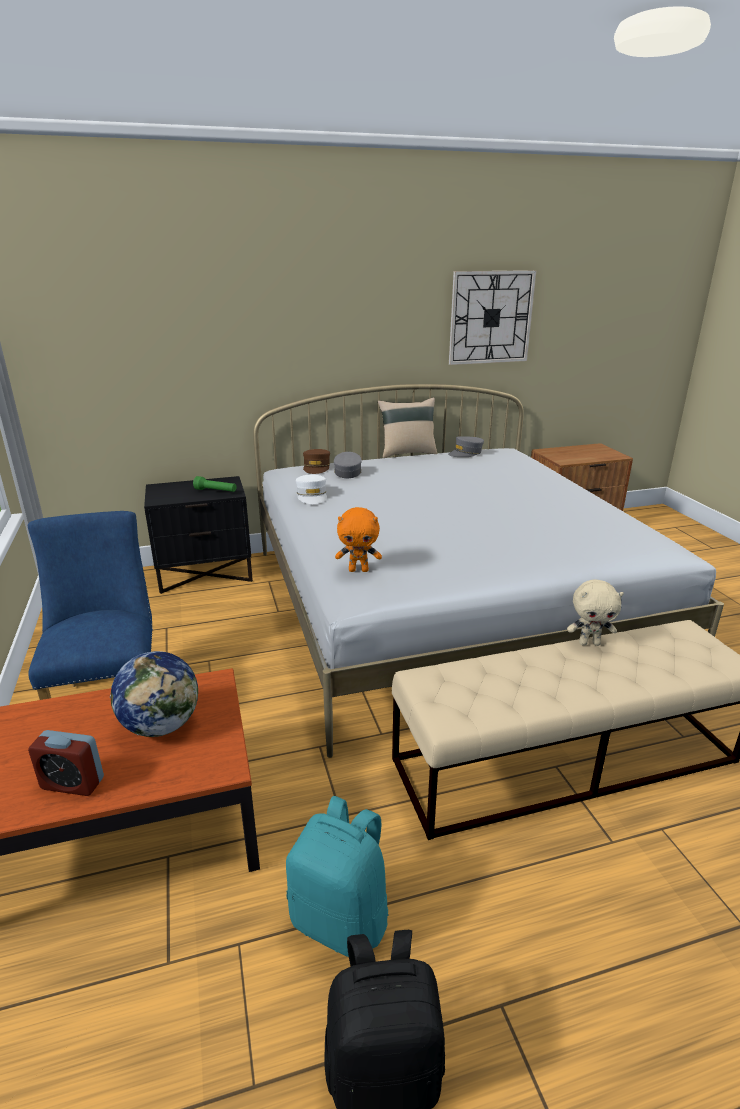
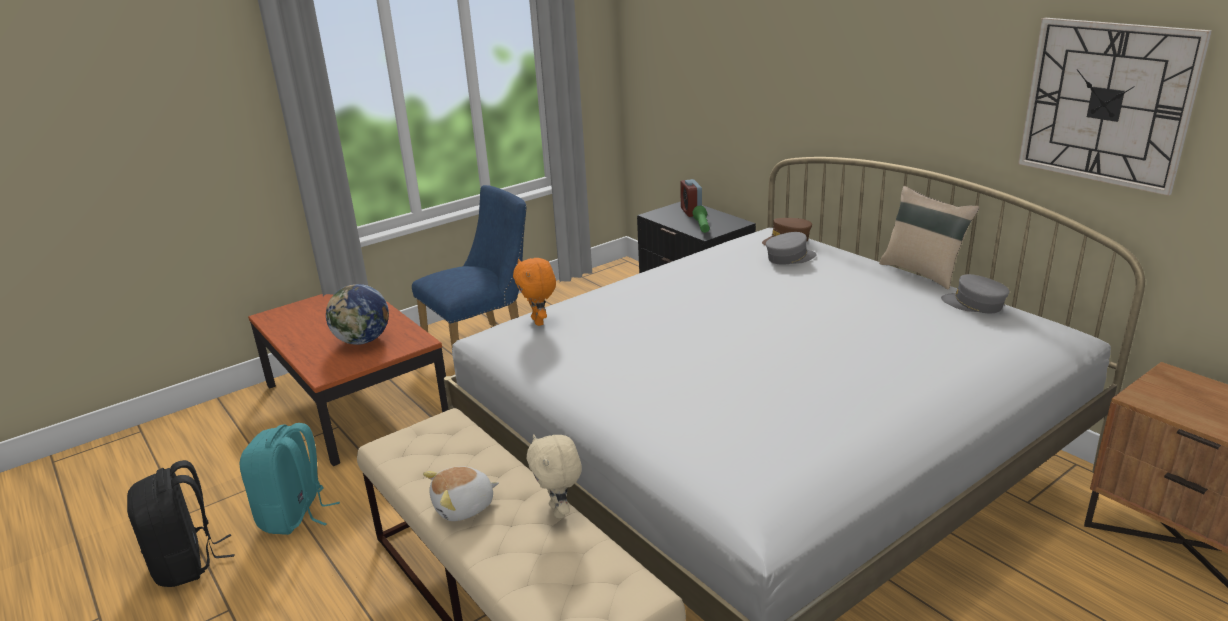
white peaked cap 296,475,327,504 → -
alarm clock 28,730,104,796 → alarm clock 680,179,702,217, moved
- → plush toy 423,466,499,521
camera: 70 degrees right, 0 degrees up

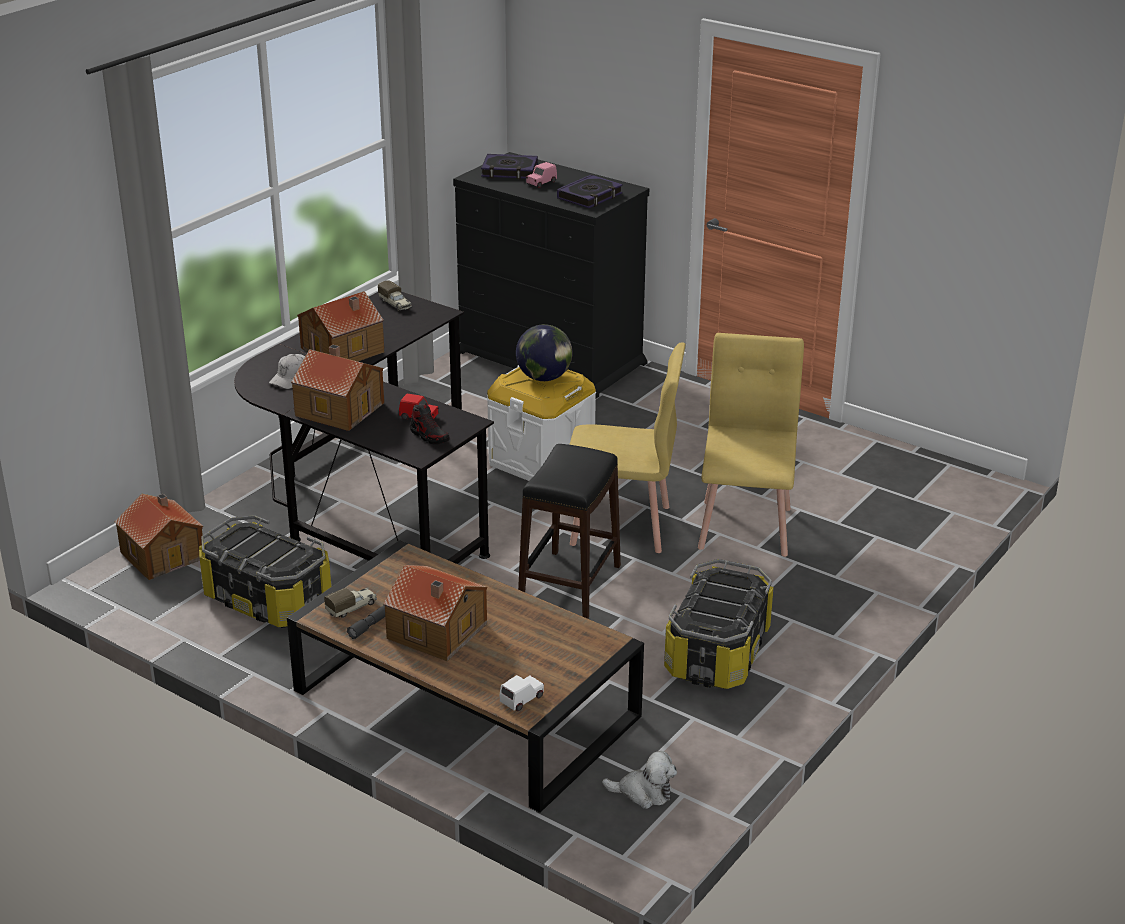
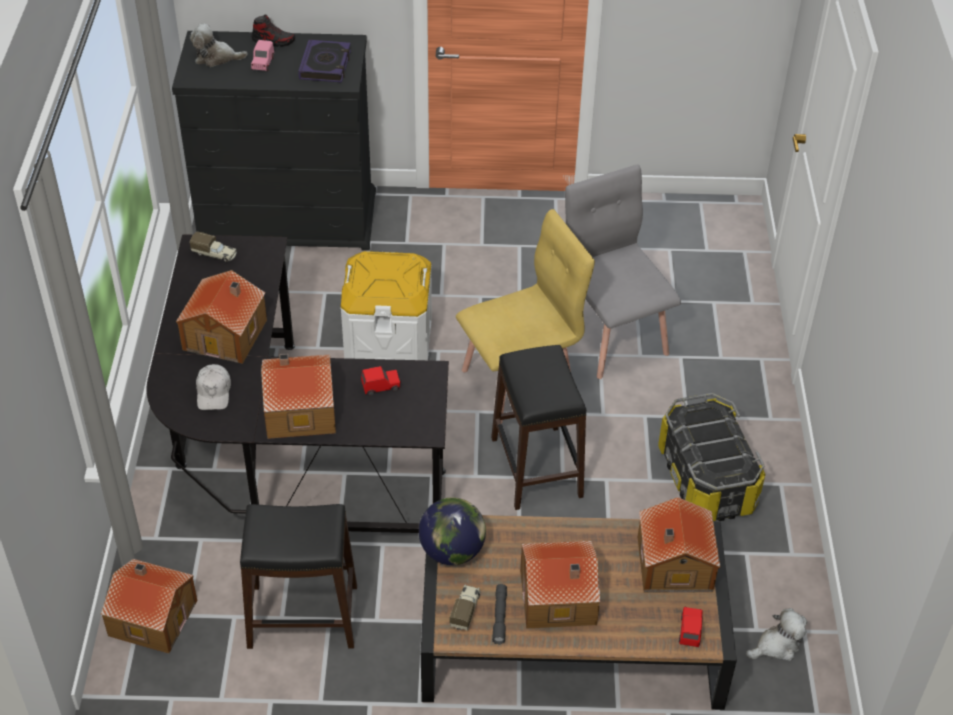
book 481,154,538,179 → plush toy 190,23,248,67
world globe 516,324,572,381 → world globe 419,497,486,565, moved
yellow upright chair 698,333,804,557 → greyish upright chair 565,165,681,379
low shoe 410,403,450,445 → low shoe 252,15,295,47, moved
storage container 199,515,332,628 → black-coloured stool seat 240,504,357,649
white model car 500,675,544,711 → red-coloured model car 679,607,703,647
- → toy house 638,497,720,593
camera: 35 degrees left, 15 degrees up

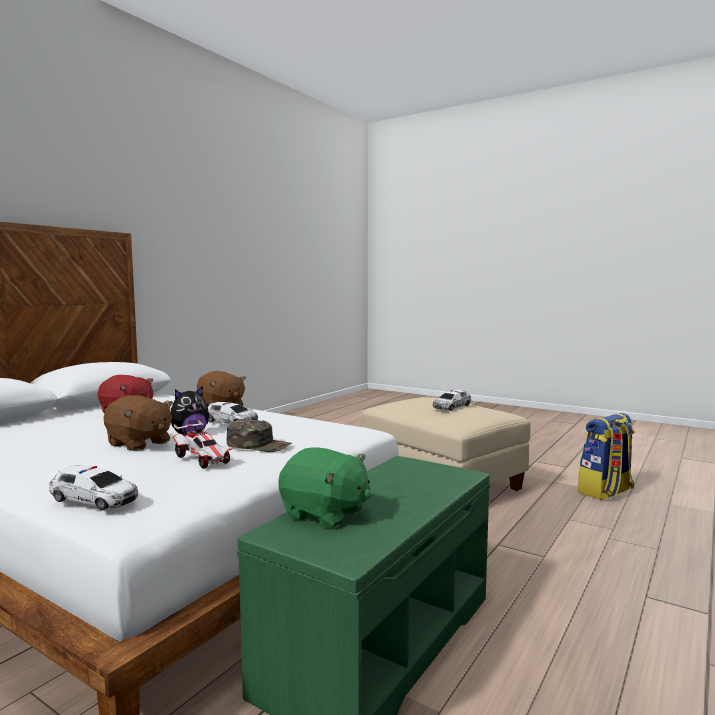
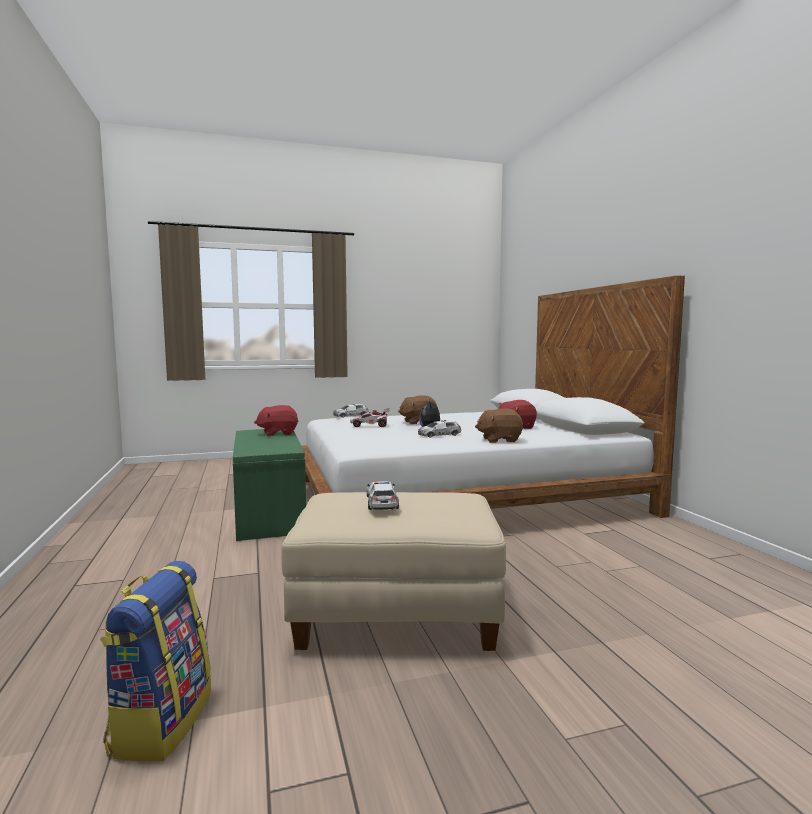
green peaked cap 226,419,292,452 → -
green plush toy 278,448,371,528 → red-coloured plush toy 254,405,299,436
camera: 130 degrees right, 0 degrees up

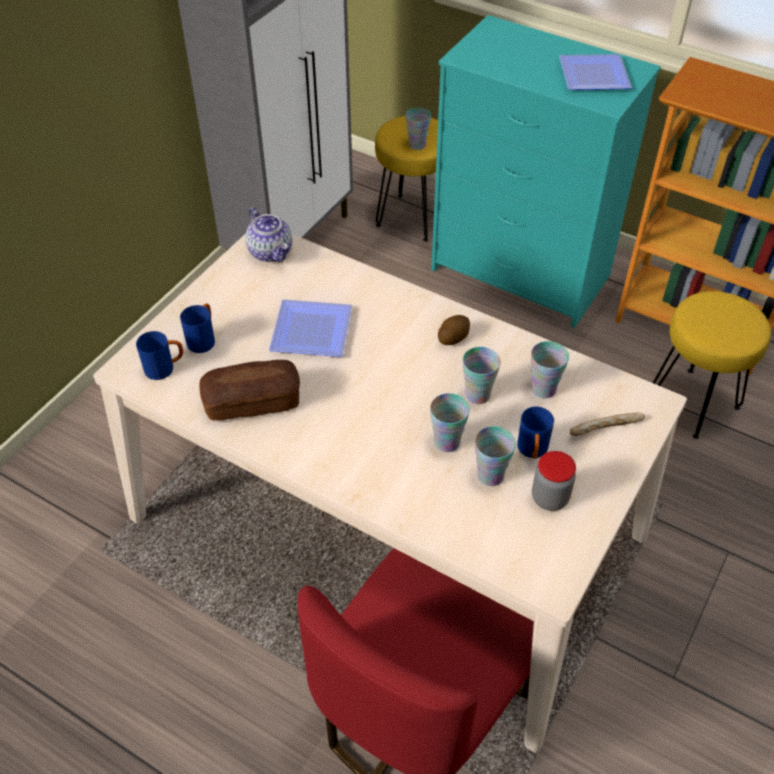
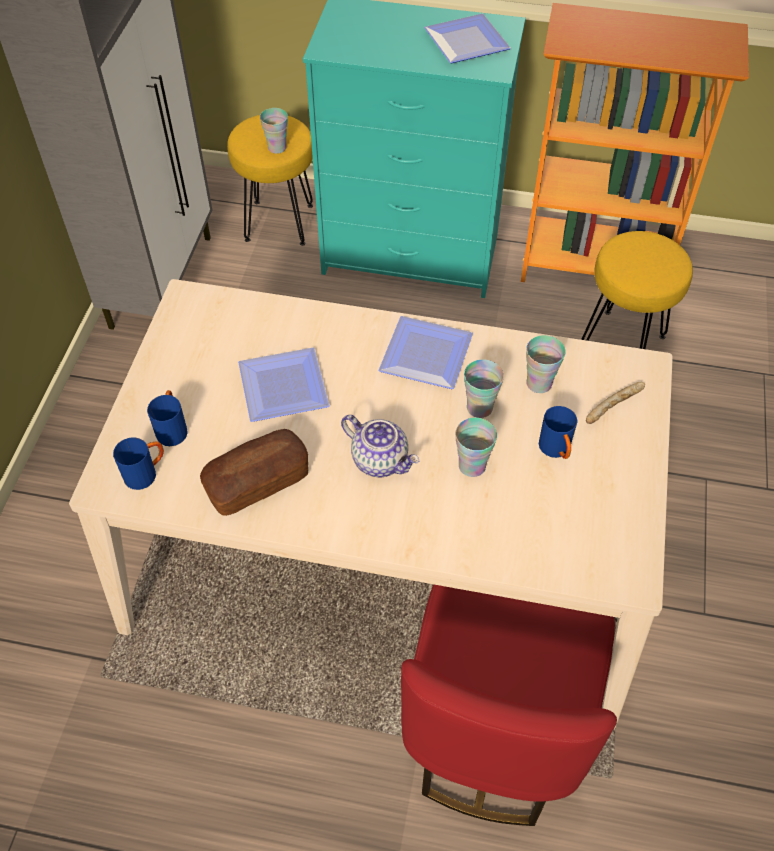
tea pot 245,207,292,262 → tea pot 341,415,419,477, moved
spud 438,315,470,345 → flat dish 378,316,473,389
small cup 475,426,516,486 → -
preserve jar 532,451,576,511 → -
camera: 20 degrees left, 5 degrees up

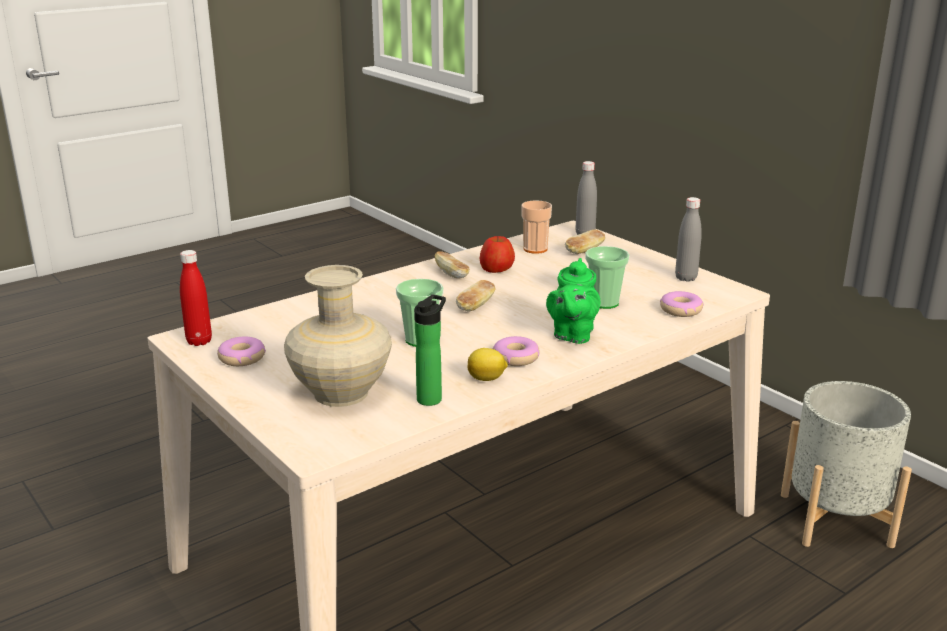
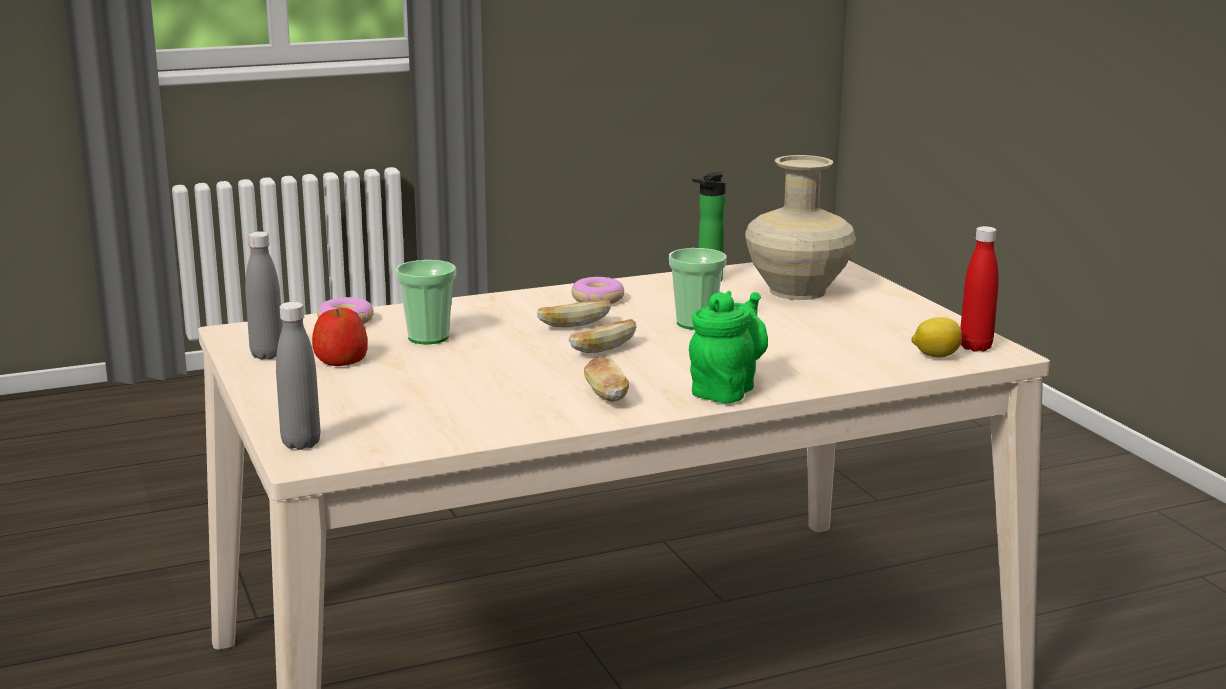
small cup 521,200,552,254 → -
bread 565,230,605,254 → bread 537,299,611,327, moved
apple fruit 480,236,515,273 → apple fruit 312,308,368,366, moved
green tea pot 546,258,600,344 → green tea pot 689,291,768,403, moved
doughnut 217,337,266,366 → -
citrus fruit 467,348,508,381 → citrus fruit 911,317,962,357, moved
greyish planter 781,381,912,548 → -
camera: 165 degrees left, 5 degrees down

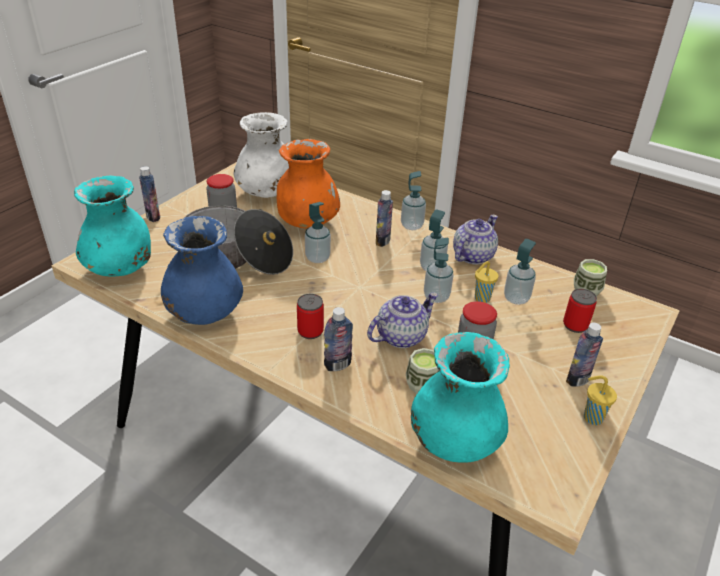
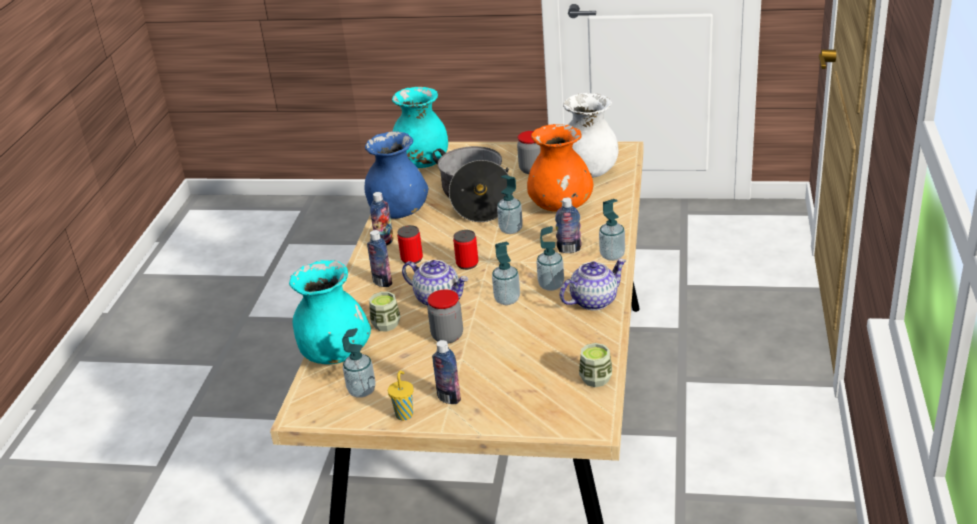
drink bottle 139,166,160,222 → drink bottle 370,192,394,246, moved
tea pot 453,215,498,264 → tea pot 560,259,626,310, 45 degrees counterclockwise
soap bottle 504,239,536,305 → soap bottle 342,328,376,398, moved
yellow small cup 475,261,498,303 → -
can 563,288,597,333 → can 453,230,478,270, moved
camera: 70 degrees right, 5 degrees down

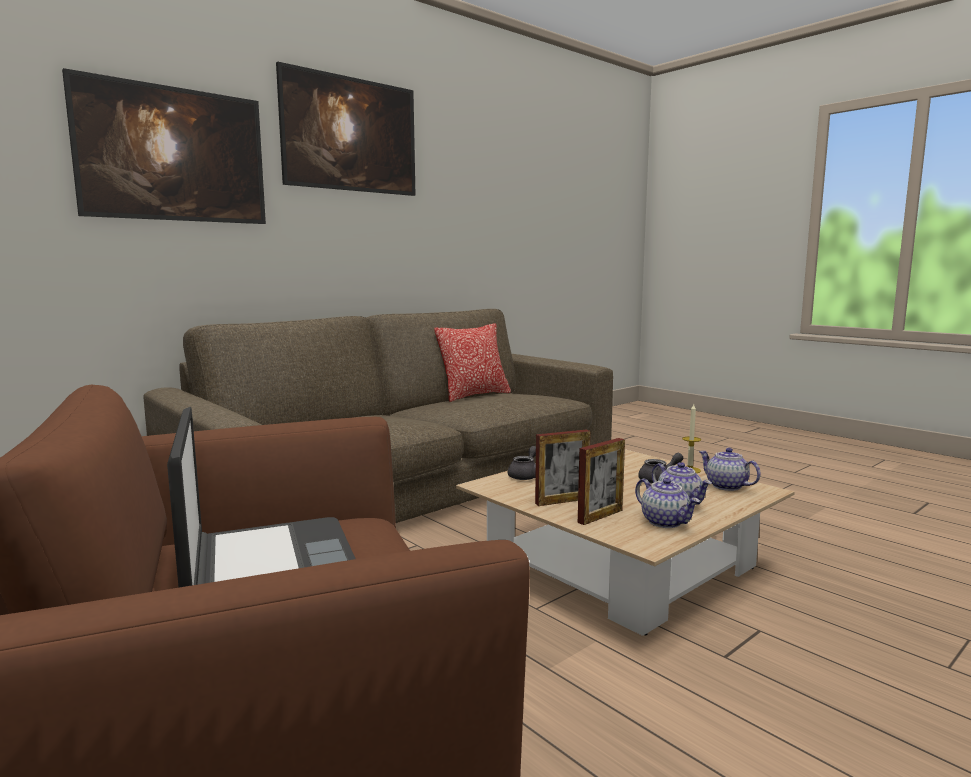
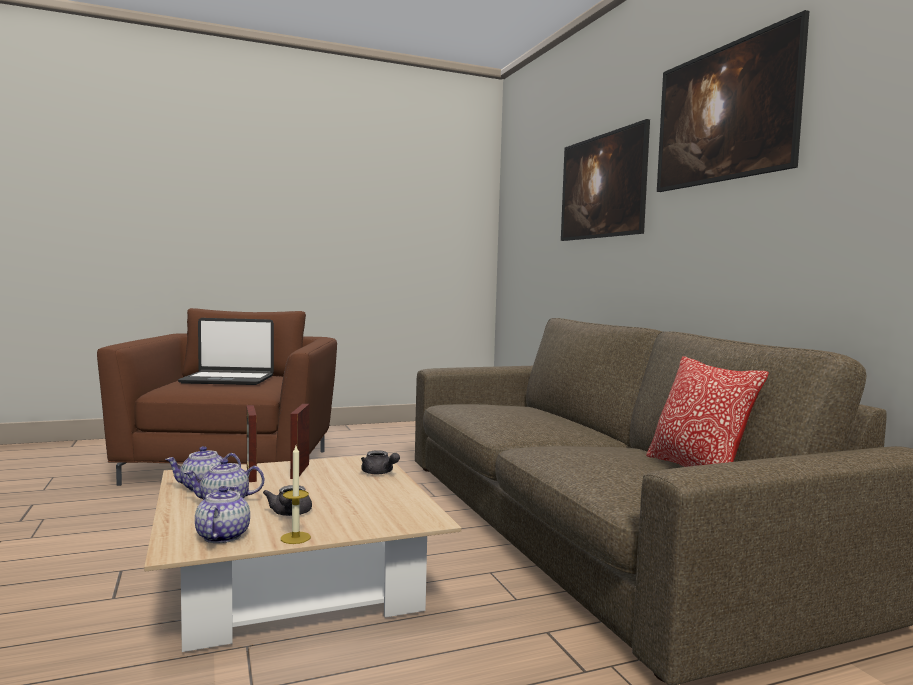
tea pot 699,448,761,491 → tea pot 195,486,250,543, 75 degrees counterclockwise
camera: 110 degrees right, 5 degrees down

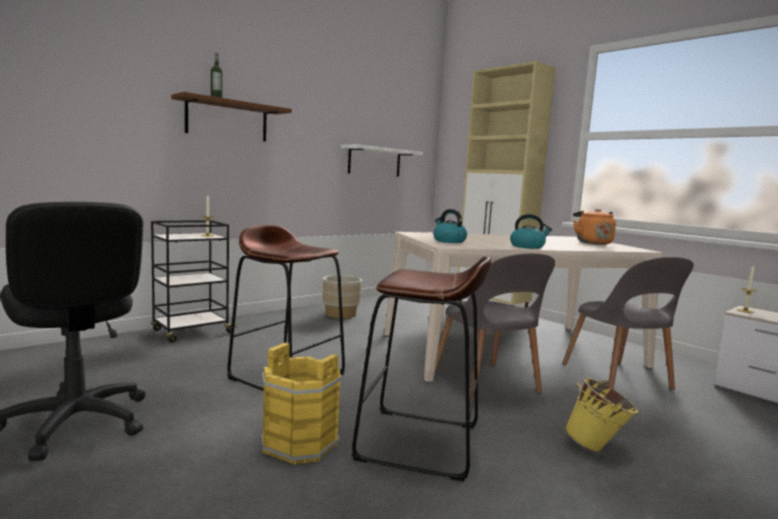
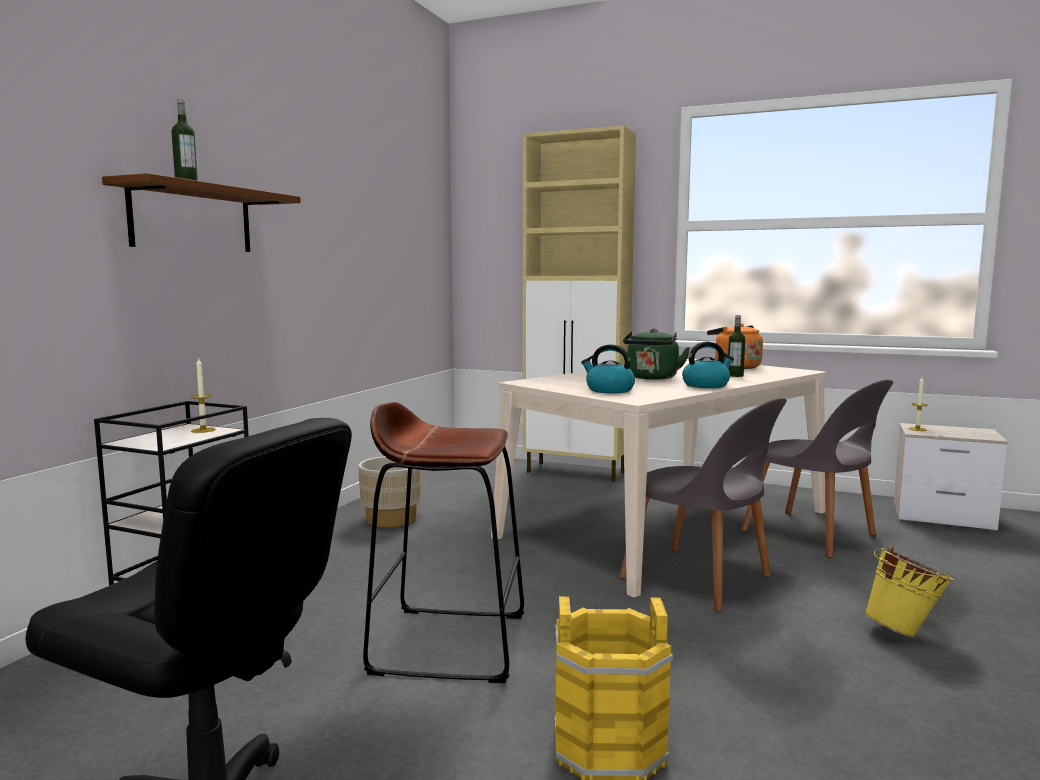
white bracket shelf 341,144,423,177 → -
brownish stool seat 352,256,491,481 → -
- → drink bottle 728,315,745,377
- → green tea kettle 623,328,690,380
camera: 25 degrees left, 0 degrees up

